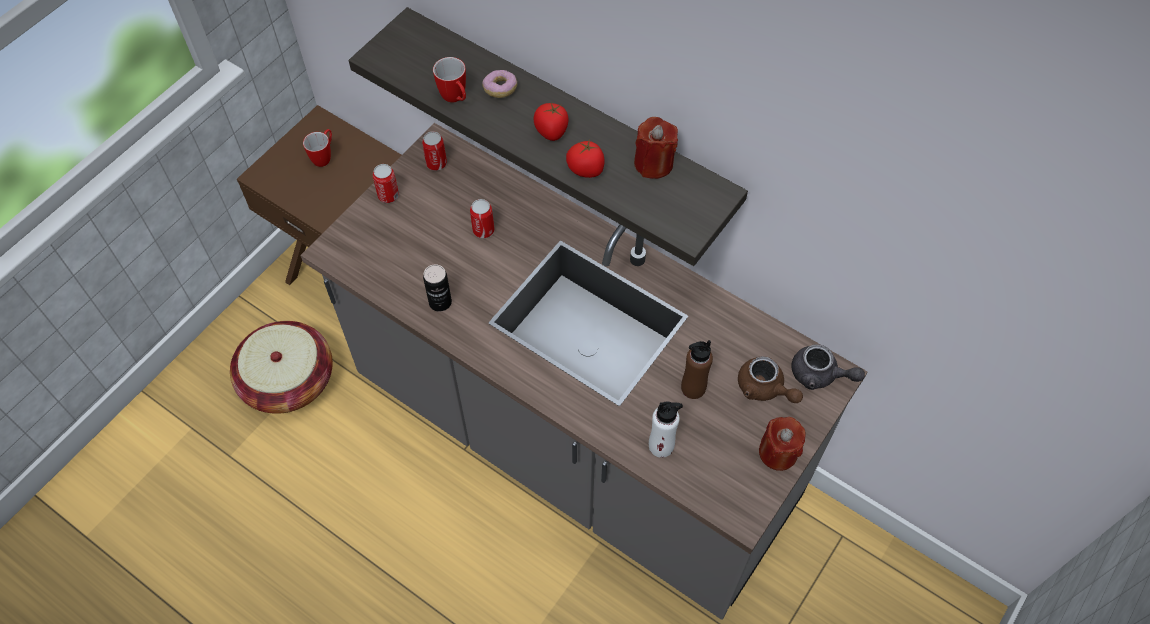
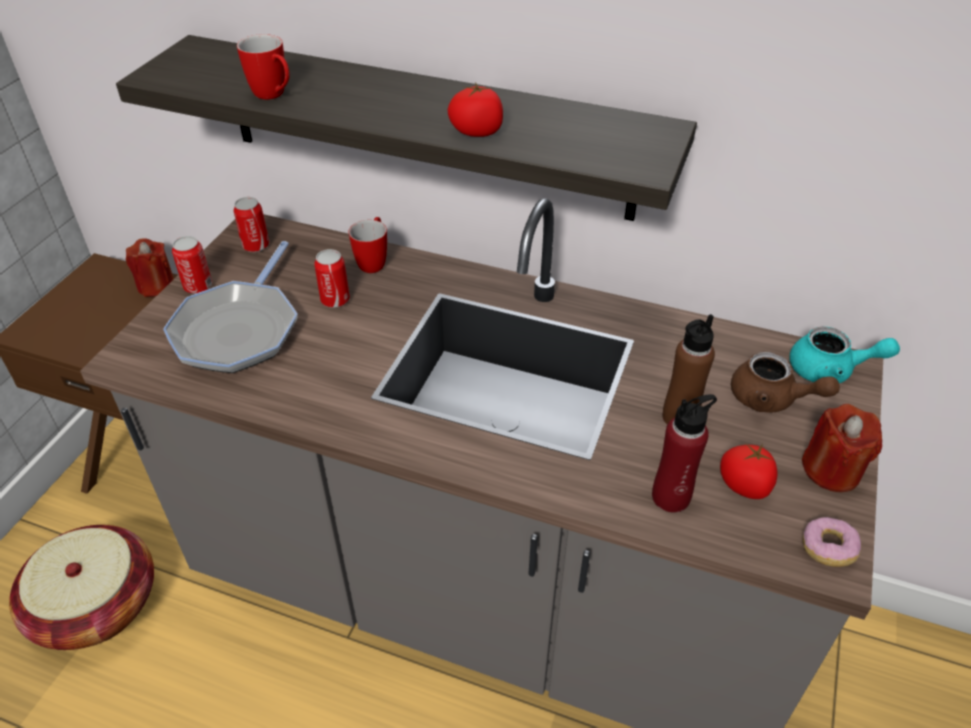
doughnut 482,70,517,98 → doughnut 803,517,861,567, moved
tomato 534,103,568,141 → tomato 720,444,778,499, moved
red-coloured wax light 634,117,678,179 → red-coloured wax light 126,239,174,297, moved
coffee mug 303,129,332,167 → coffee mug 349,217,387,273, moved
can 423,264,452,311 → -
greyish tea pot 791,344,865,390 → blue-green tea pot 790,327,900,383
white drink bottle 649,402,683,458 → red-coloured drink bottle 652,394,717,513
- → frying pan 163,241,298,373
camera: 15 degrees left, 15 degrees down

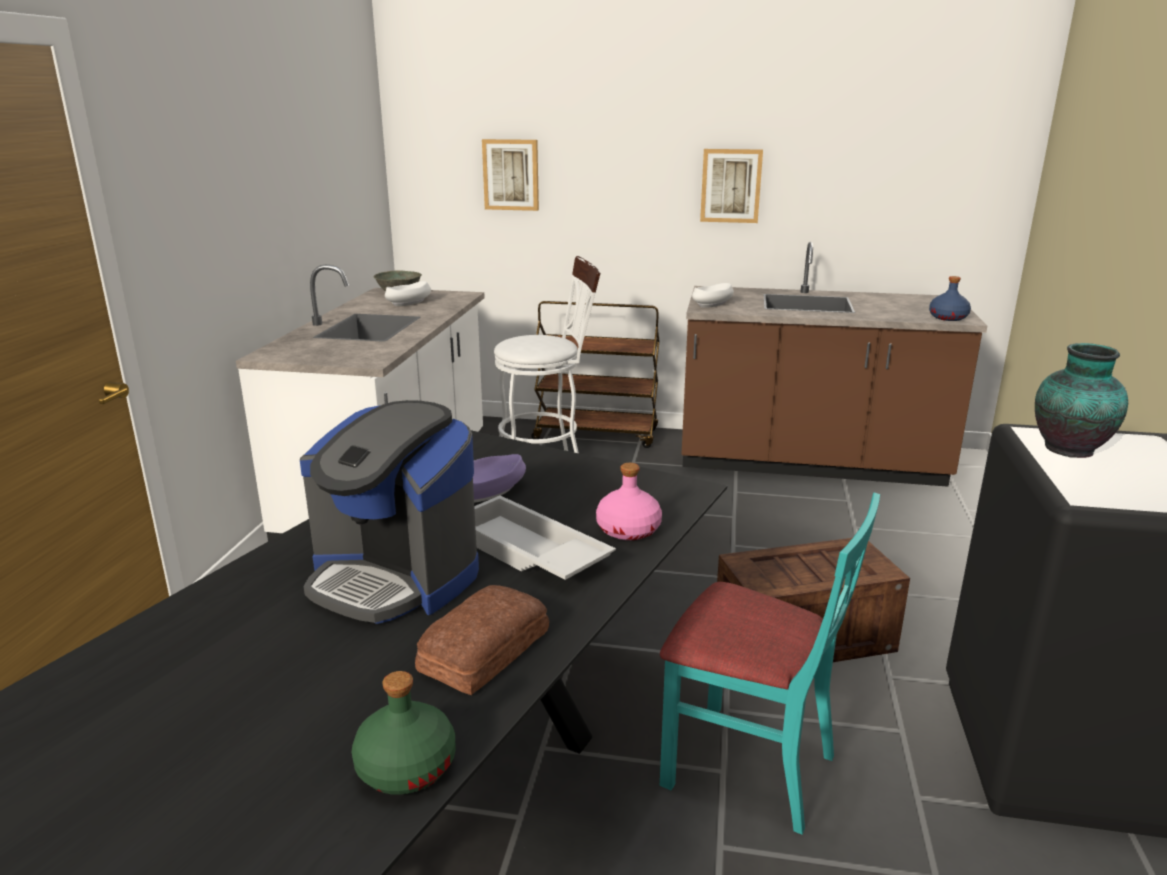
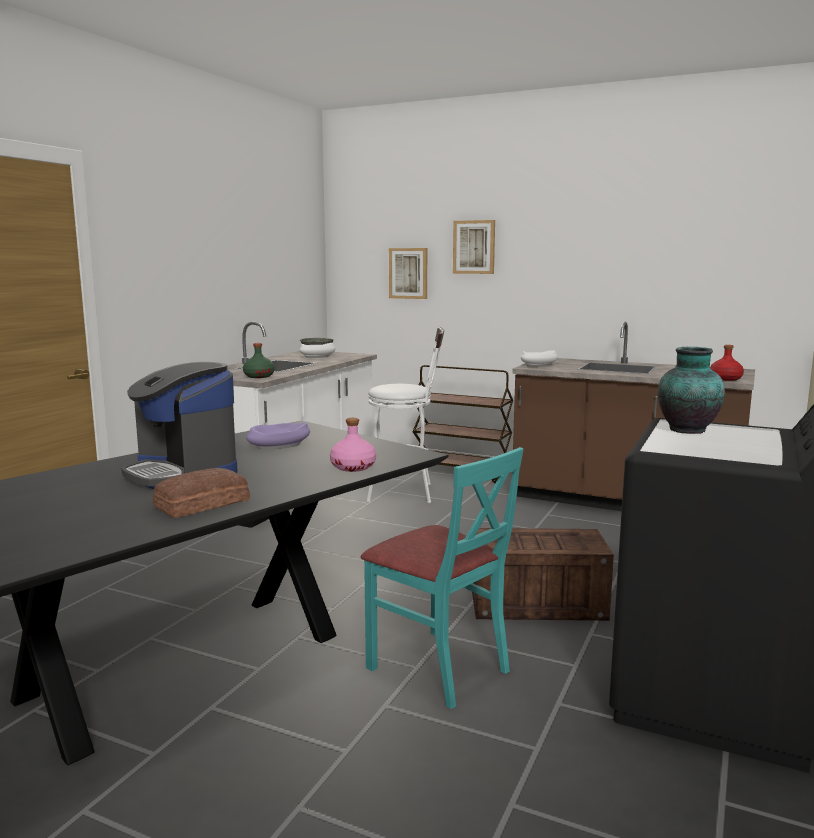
picture 700,149,763,223 → picture 453,220,495,274, moved
blue drink bottle 929,276,971,321 → red-coloured drink bottle 710,345,744,381
white serving tray 474,496,616,580 → -
green drink bottle 352,671,455,795 → green drink bottle 243,343,275,378, moved
camera: 15 degrees right, 10 degrees down

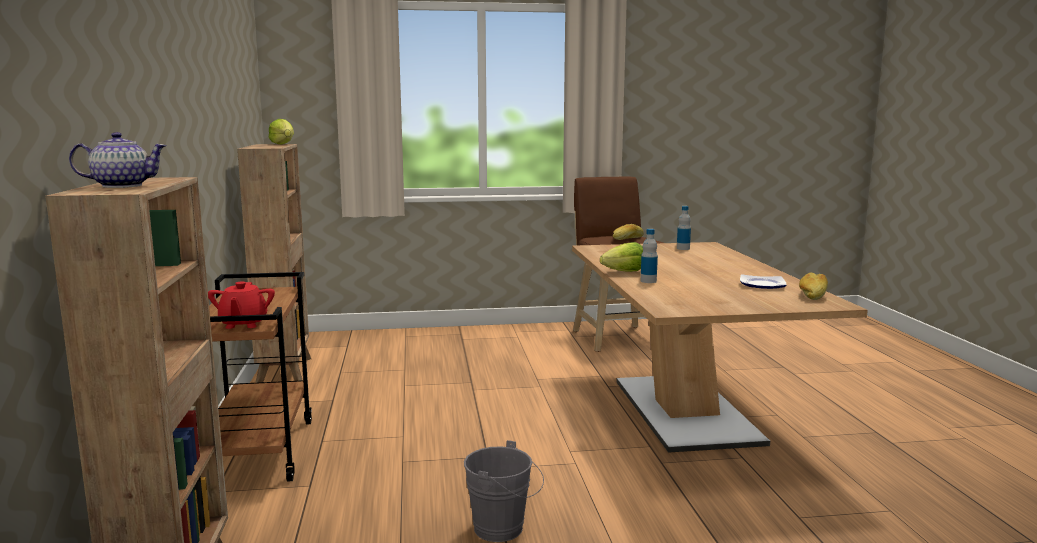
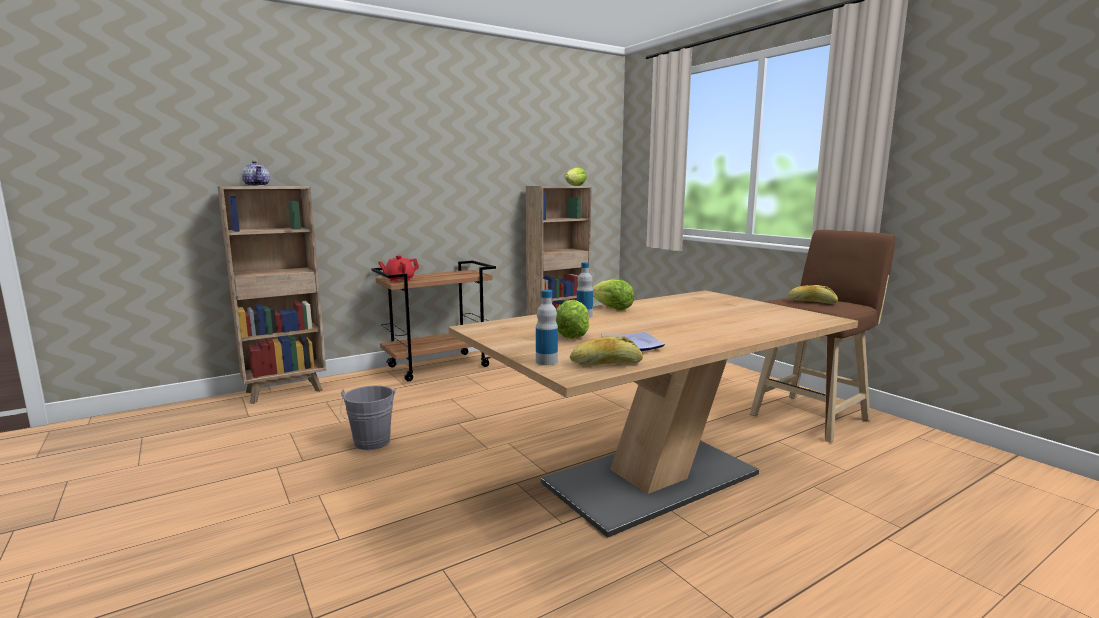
drink bottle 677,206,691,250 → drink bottle 536,290,558,365, moved
- → head of lettuce 556,300,589,339
camera: 65 degrees right, 0 degrees up

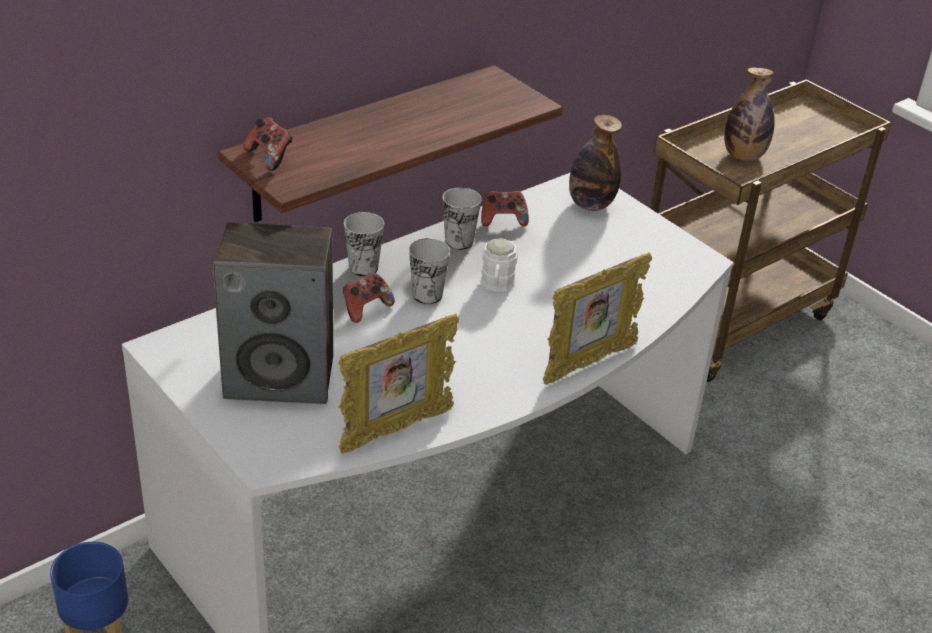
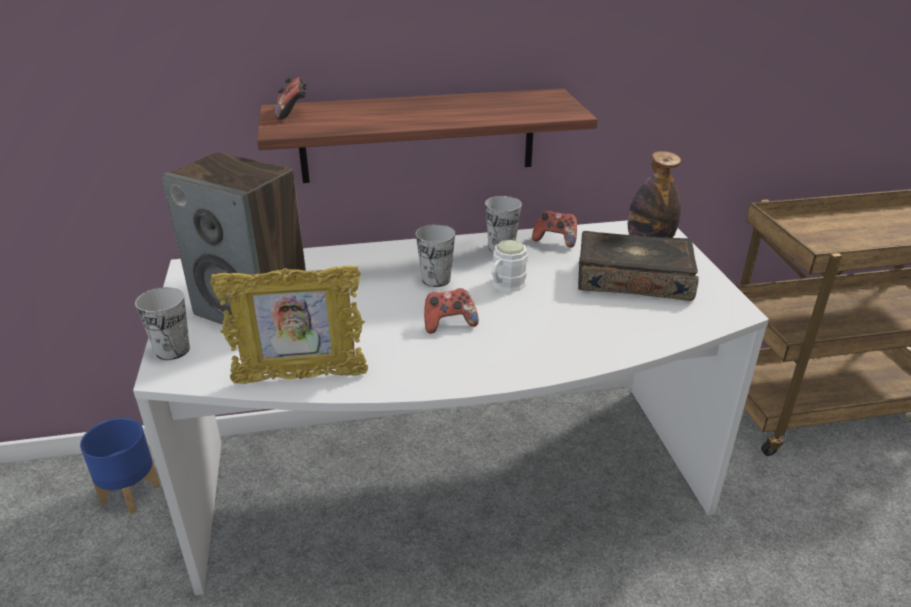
drink bottle 724,67,775,161 → -
small cup 344,212,384,277 → small cup 135,287,190,360, moved
photo frame 543,252,652,385 → -
gamepad 343,272,395,323 → gamepad 424,288,479,334, moved
- → book 578,231,699,301
camera: 30 degrees right, 5 degrees down

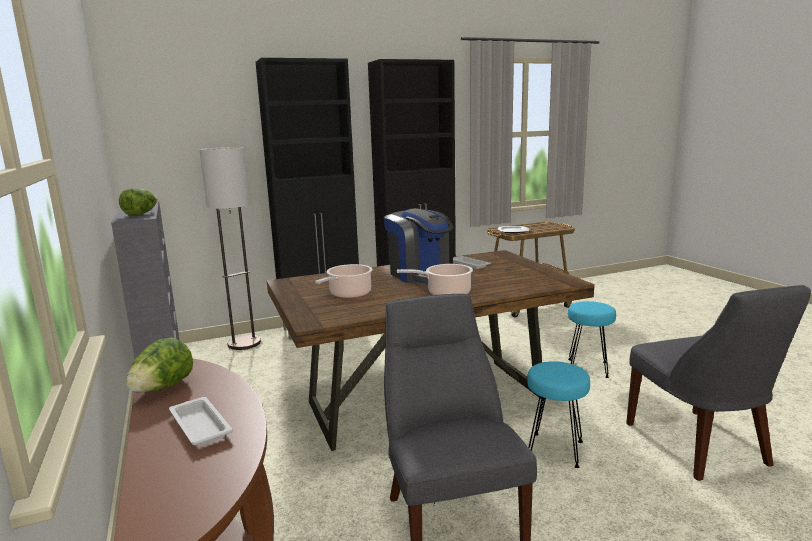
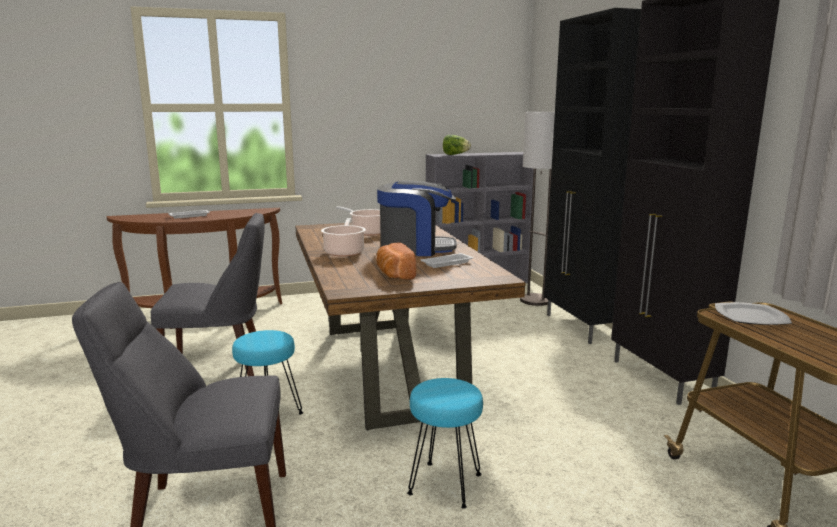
coffee machine 384,208,454,283 → coffee machine 377,181,457,256, 150 degrees counterclockwise
head of lettuce 126,338,193,393 → -
- → bread 376,242,416,280
camera: 95 degrees right, 0 degrees up

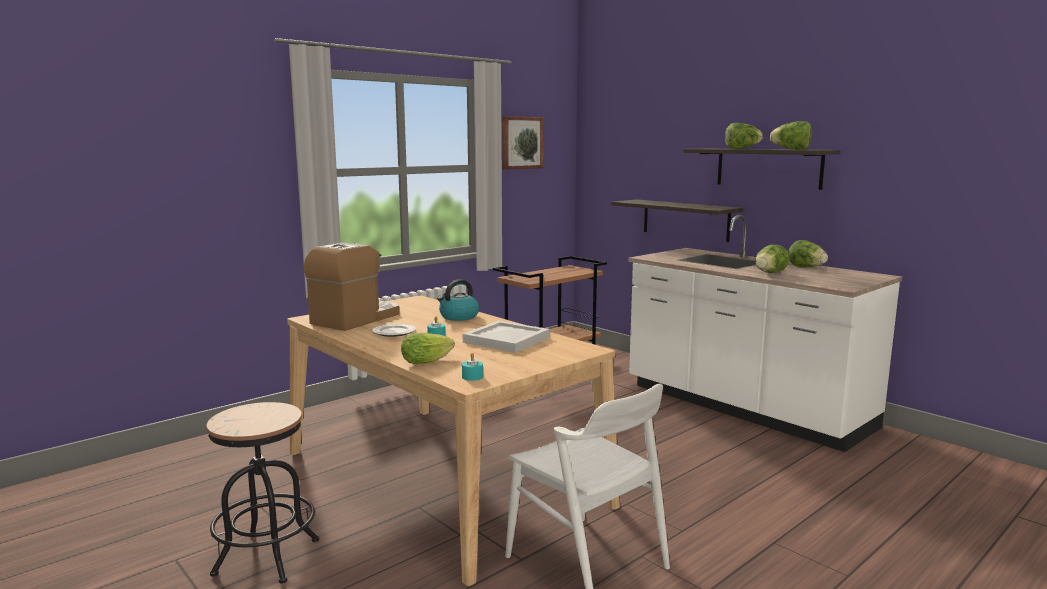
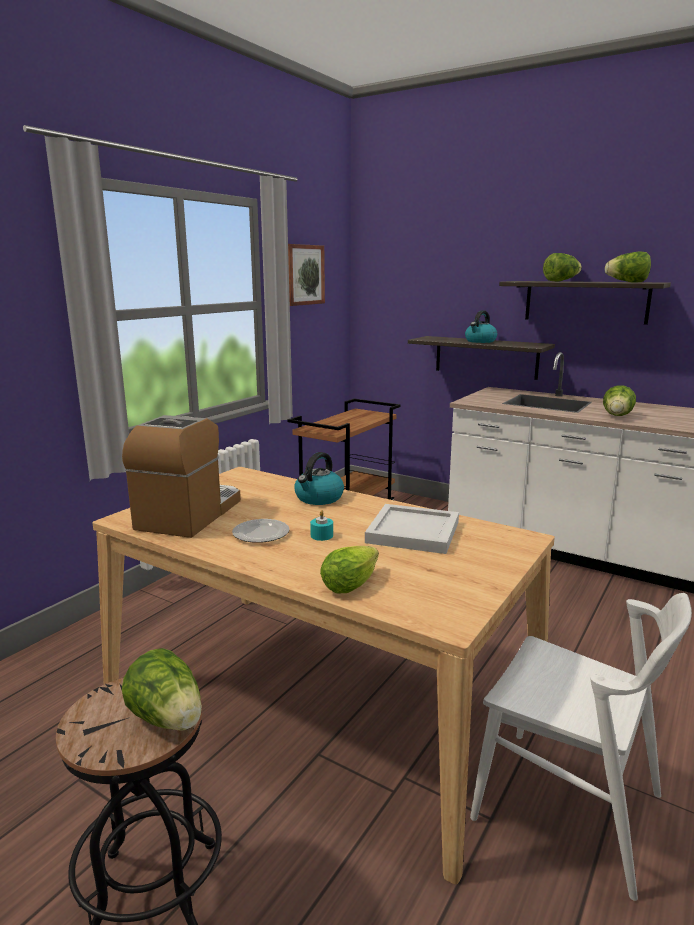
head of lettuce 788,240,828,268 → head of lettuce 122,648,202,731, moved
blue-green wax light 462,353,483,381 → -
- → tea kettle 465,310,497,343
camera: 15 degrees left, 5 degrees up

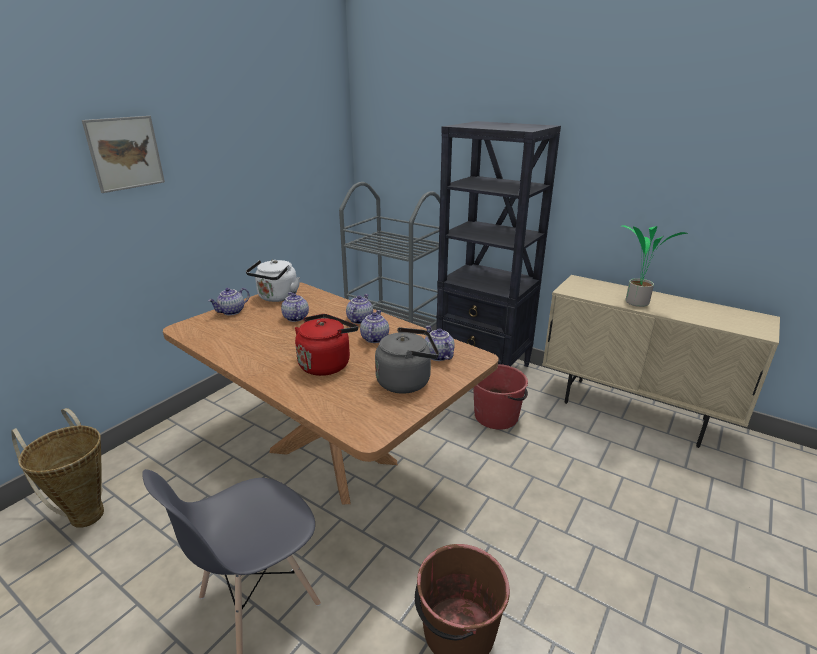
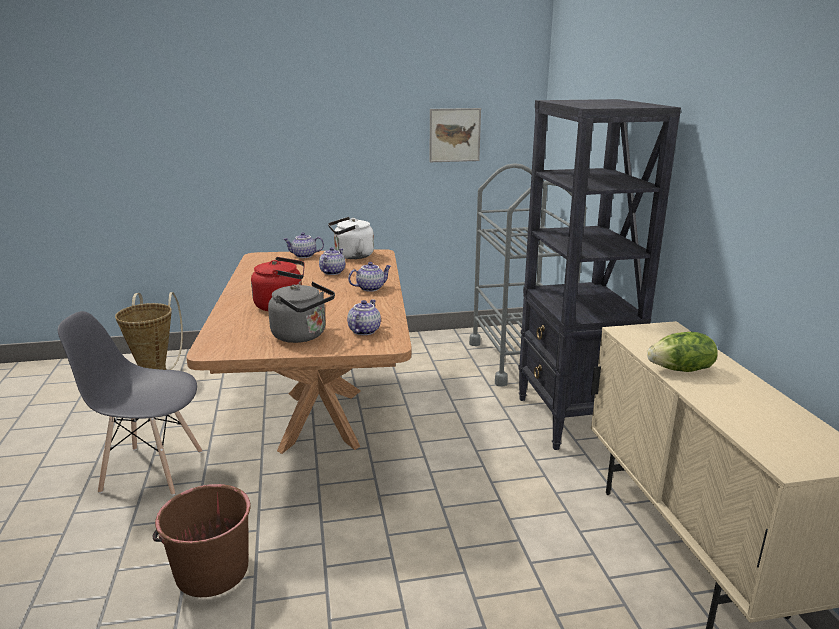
picture 82,116,165,193 → picture 430,108,481,162, moved
plant in a pot 622,225,688,307 → head of lettuce 647,332,718,372
tea pot 360,310,389,343 → -
red-coloured water bucket 473,364,528,430 → -
camera: 45 degrees right, 5 degrees down

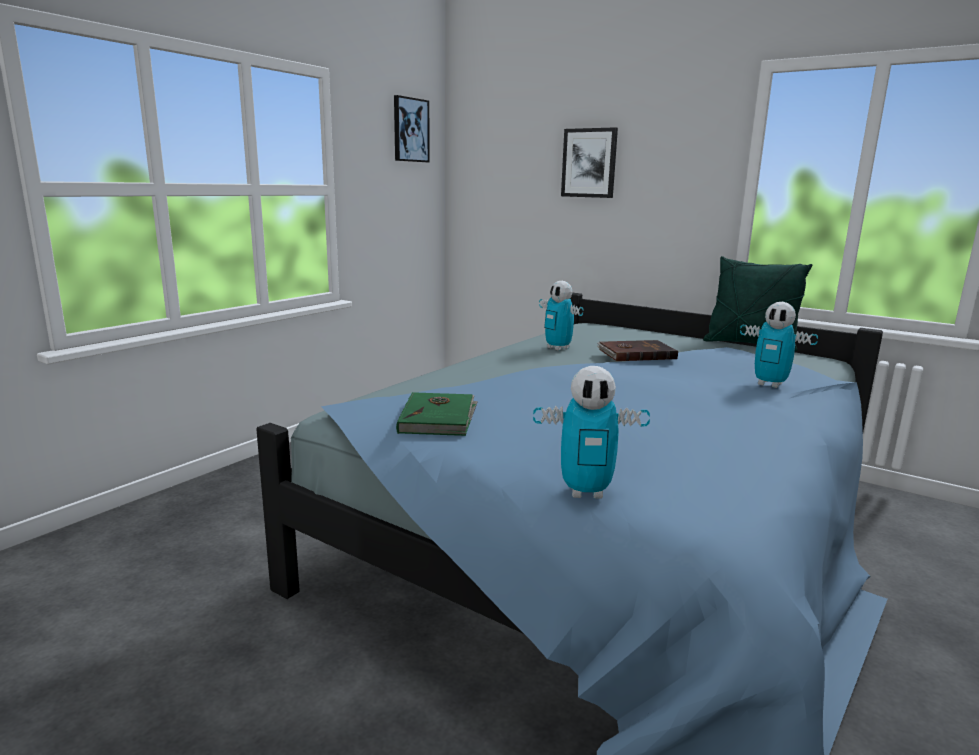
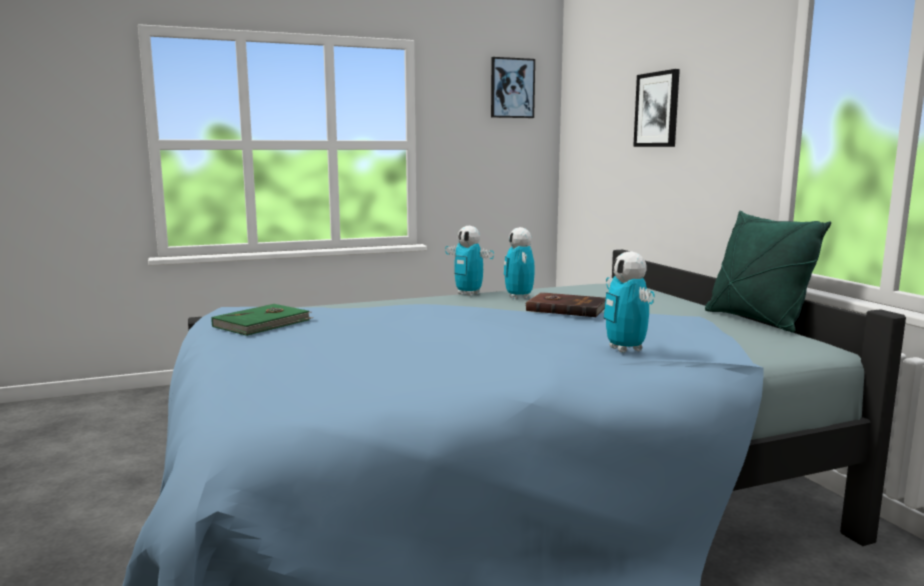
toy robot 533,366,650,499 → toy robot 445,226,494,296, moved
camera: 35 degrees right, 5 degrees down

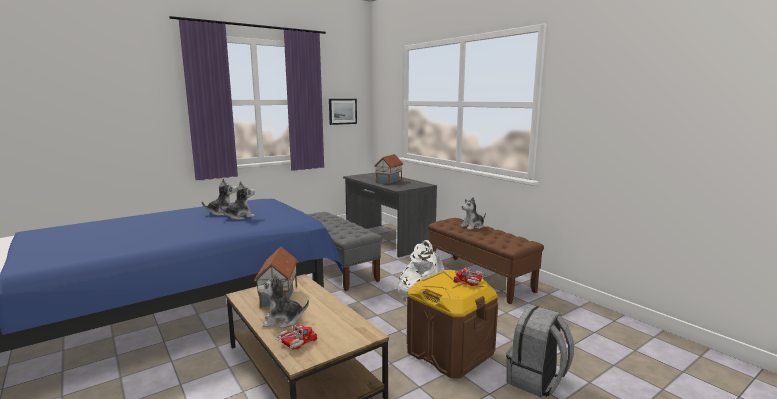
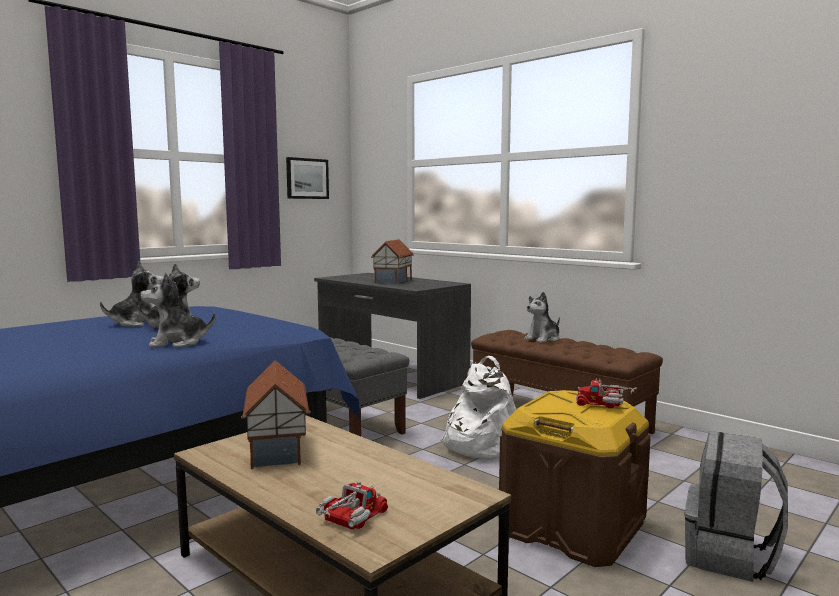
plush toy 258,273,309,328 → plush toy 140,273,216,348, moved
camera: 10 degrees left, 5 degrees down

